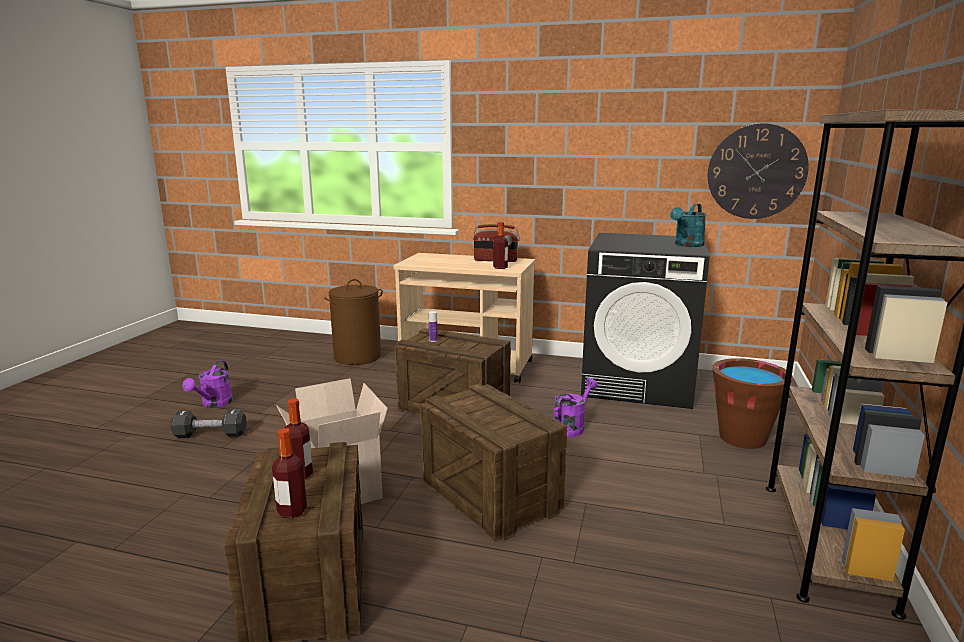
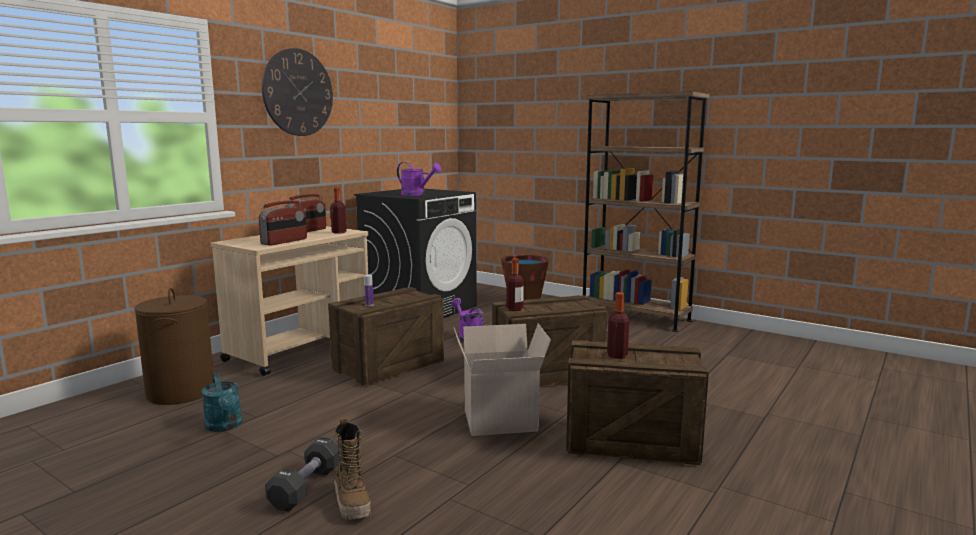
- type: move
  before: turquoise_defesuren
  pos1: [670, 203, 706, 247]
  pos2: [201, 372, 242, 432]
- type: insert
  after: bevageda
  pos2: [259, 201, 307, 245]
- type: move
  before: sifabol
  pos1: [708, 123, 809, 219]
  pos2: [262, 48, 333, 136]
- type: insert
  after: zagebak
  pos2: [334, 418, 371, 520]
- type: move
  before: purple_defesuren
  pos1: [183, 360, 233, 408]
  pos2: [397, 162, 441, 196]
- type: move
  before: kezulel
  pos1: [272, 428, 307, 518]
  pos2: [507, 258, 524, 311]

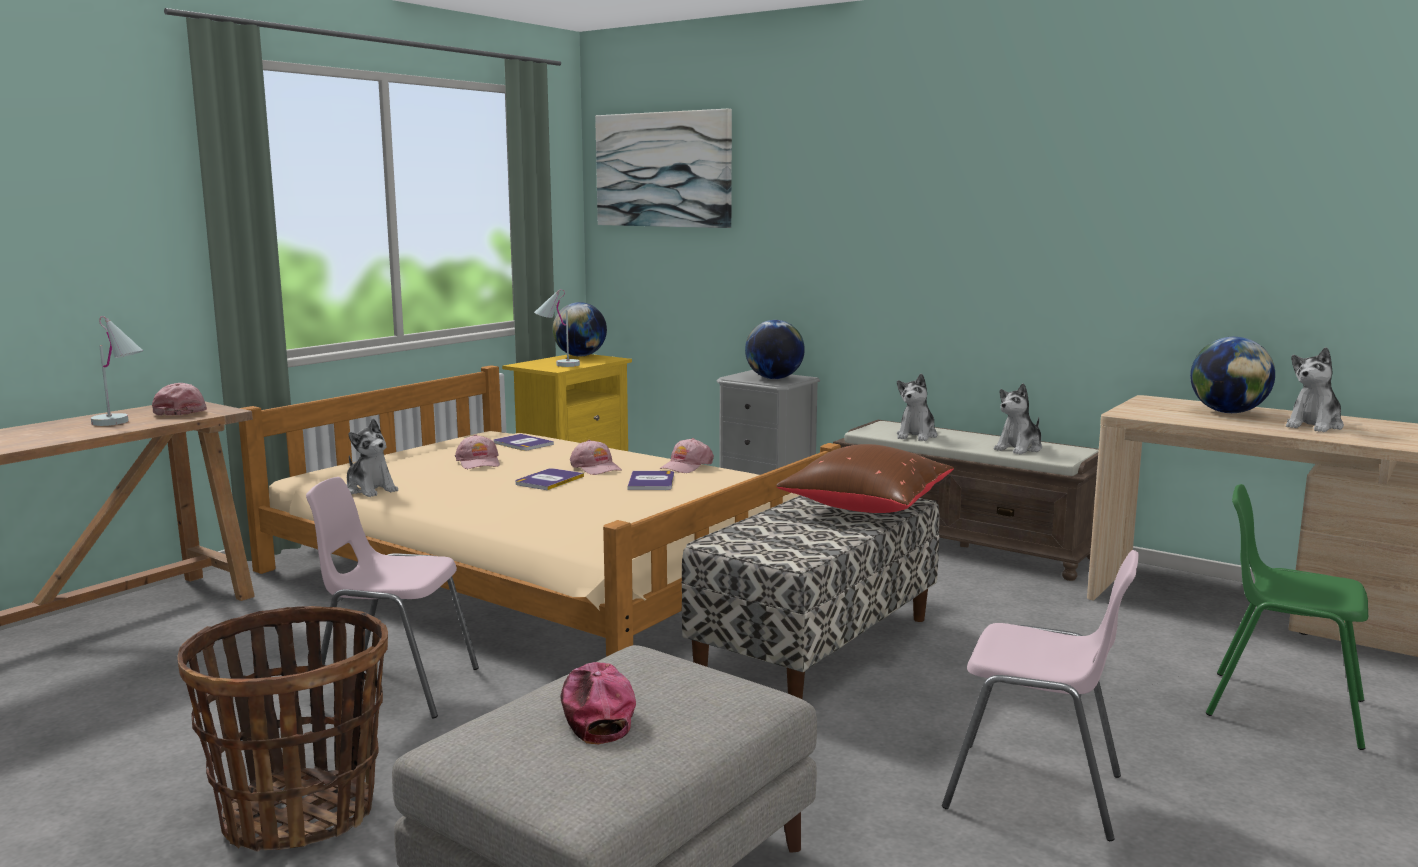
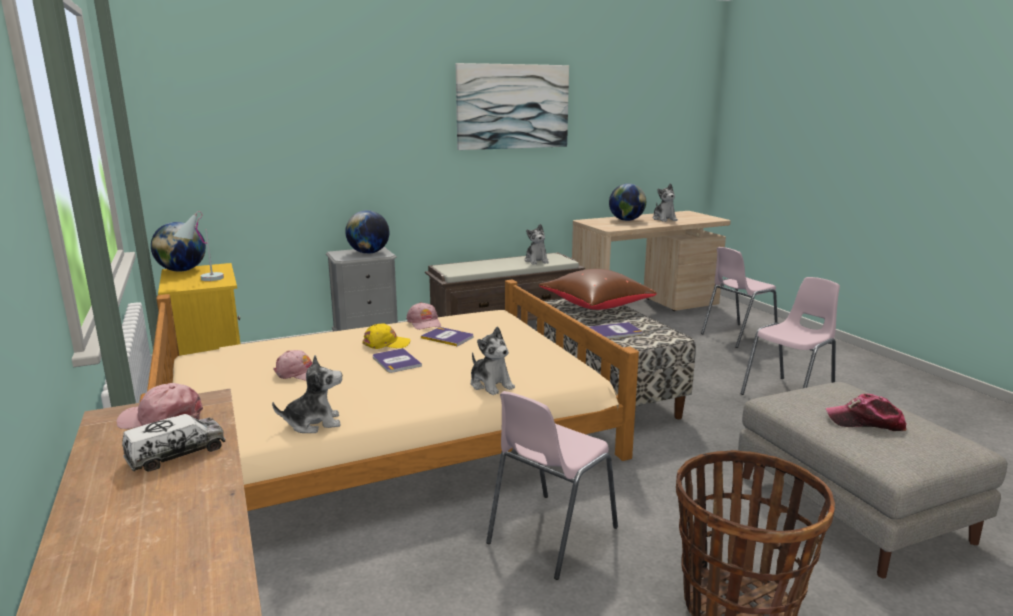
- type: replace
  before: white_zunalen
  after: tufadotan
  pos1: [91, 316, 143, 426]
  pos2: [122, 414, 225, 472]
- type: recolor
  before: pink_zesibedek
  after: yellow_zesibedek
  pos1: [570, 440, 622, 475]
  pos2: [362, 323, 410, 349]
- type: move
  before: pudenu
  pos1: [595, 109, 732, 228]
  pos2: [456, 63, 569, 150]
- type: move
  before: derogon
  pos1: [897, 374, 937, 441]
  pos2: [471, 326, 515, 395]
- type: move
  before: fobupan
  pos1: [494, 434, 554, 451]
  pos2: [589, 322, 643, 339]
- type: recolor
  before: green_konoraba
  after: pink_konoraba
  pos1: [1206, 484, 1368, 750]
  pos2: [701, 247, 778, 348]

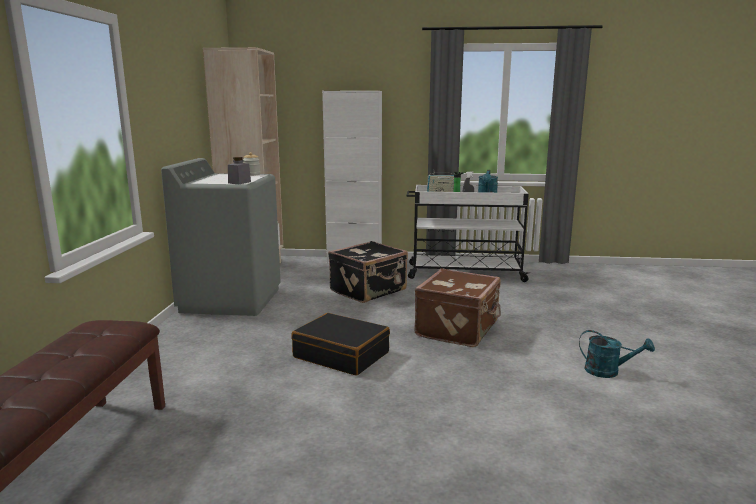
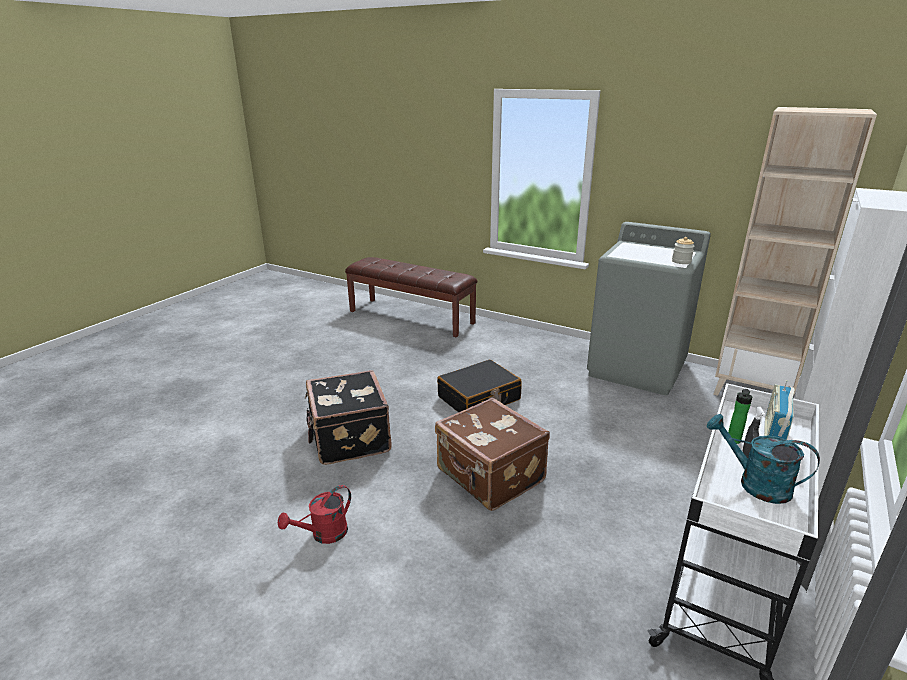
- type: recolor
  before: turquoise_defesuren
  after: red_defesuren
  pos1: [579, 330, 655, 378]
  pos2: [278, 485, 351, 544]
- type: move
  before: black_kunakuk
  pos1: [328, 241, 408, 303]
  pos2: [305, 370, 391, 465]
- type: delete
  before: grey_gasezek
  pos1: [228, 157, 251, 184]

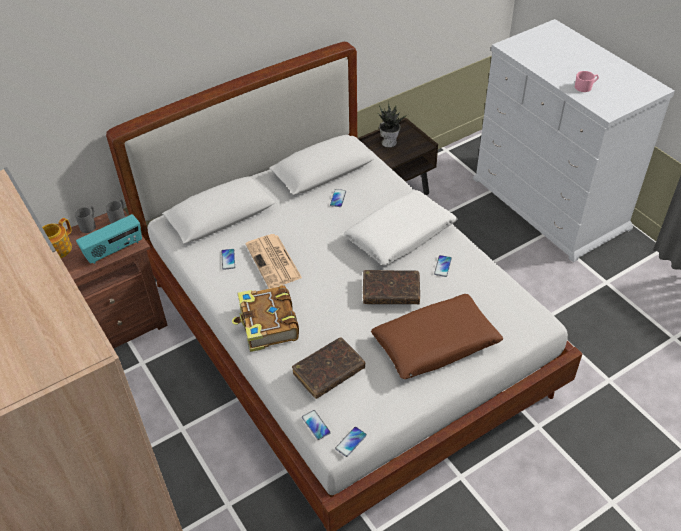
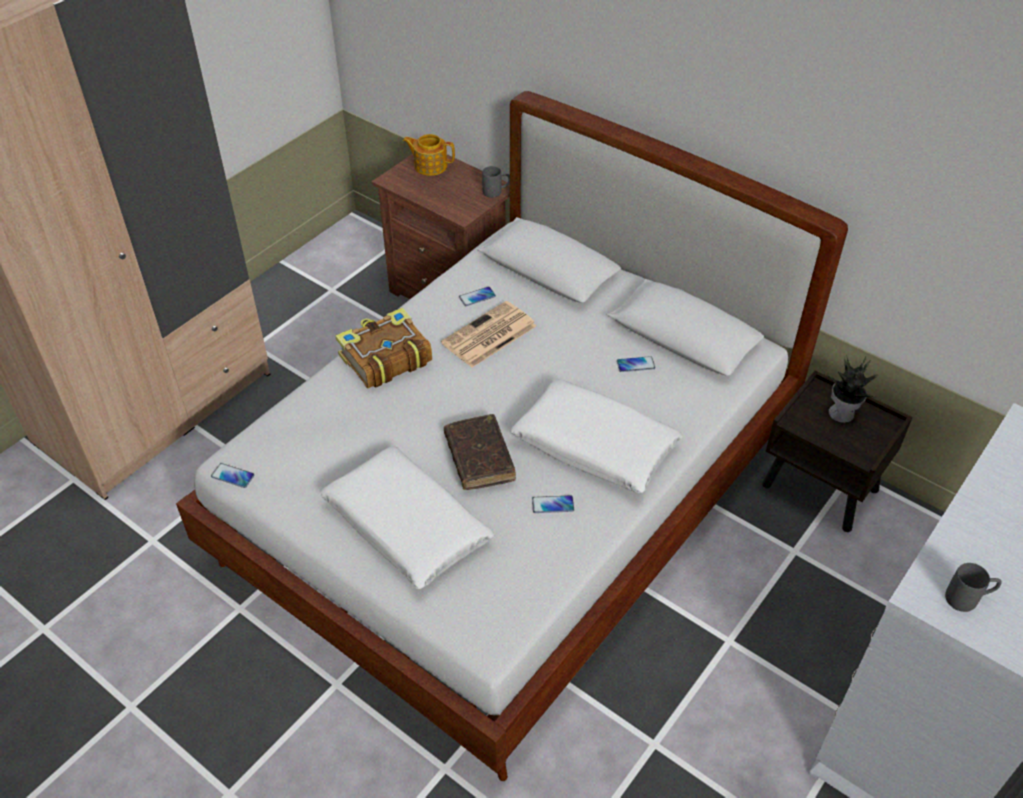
- type: recolor
  before: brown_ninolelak
  after: white_ninolelak
  pos1: [371, 294, 503, 379]
  pos2: [320, 446, 494, 589]
- type: move
  before: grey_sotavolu
  pos1: [75, 206, 96, 233]
  pos2: [945, 563, 1002, 612]
- type: delete
  before: bevageda
  pos1: [76, 214, 142, 264]
- type: delete
  before: brown_fobupan
  pos1: [292, 338, 365, 399]
- type: delete
  before: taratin
  pos1: [302, 410, 331, 440]
- type: delete
  before: pink_sotavolu
  pos1: [575, 71, 599, 92]

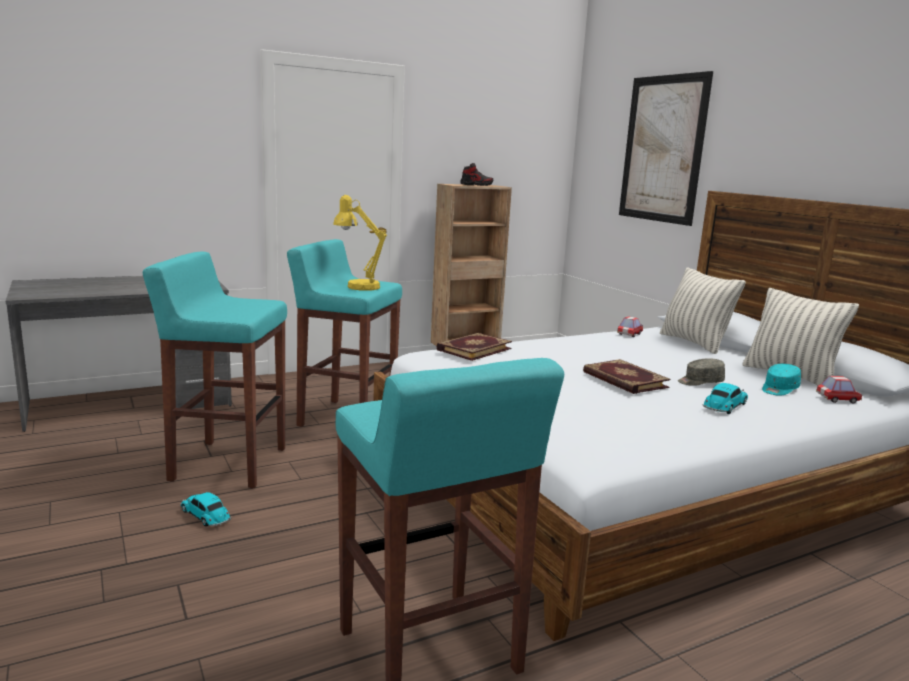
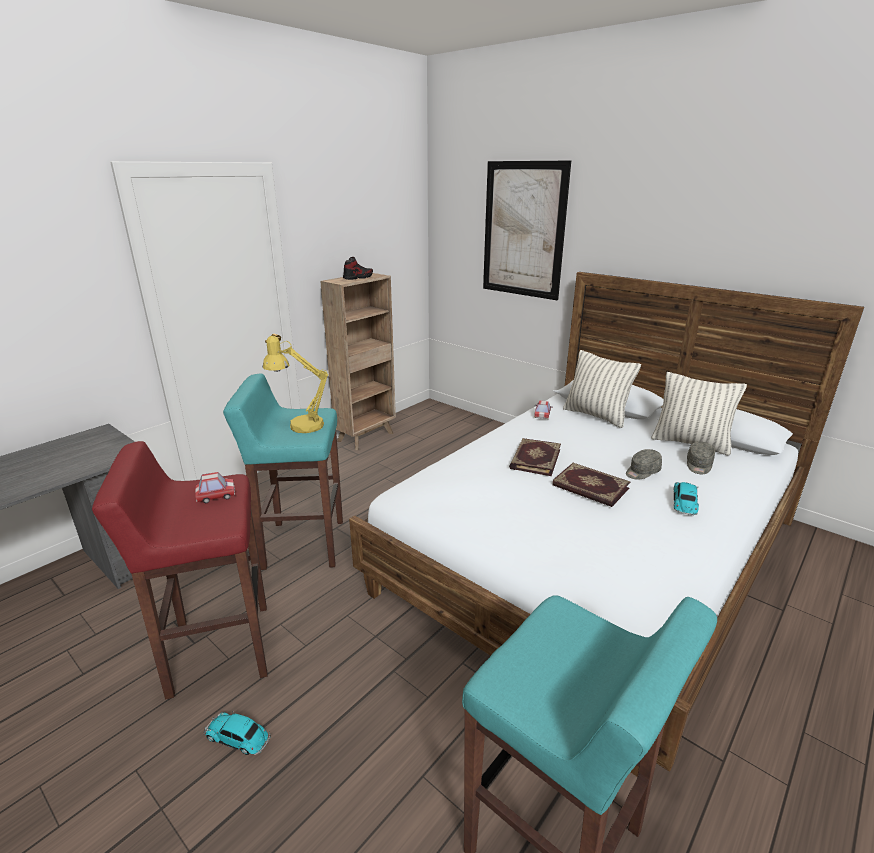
- type: recolor
  before: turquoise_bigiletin
  after: red_bigiletin
  pos1: [143, 251, 287, 488]
  pos2: [92, 441, 267, 700]
- type: move
  before: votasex
  pos1: [816, 376, 862, 403]
  pos2: [195, 472, 235, 503]
- type: move
  before: fobupan
  pos1: [436, 333, 512, 361]
  pos2: [509, 438, 561, 476]
- type: recolor
  before: turquoise_zesibedek
  after: grey_zesibedek
  pos1: [762, 364, 801, 396]
  pos2: [687, 442, 715, 474]

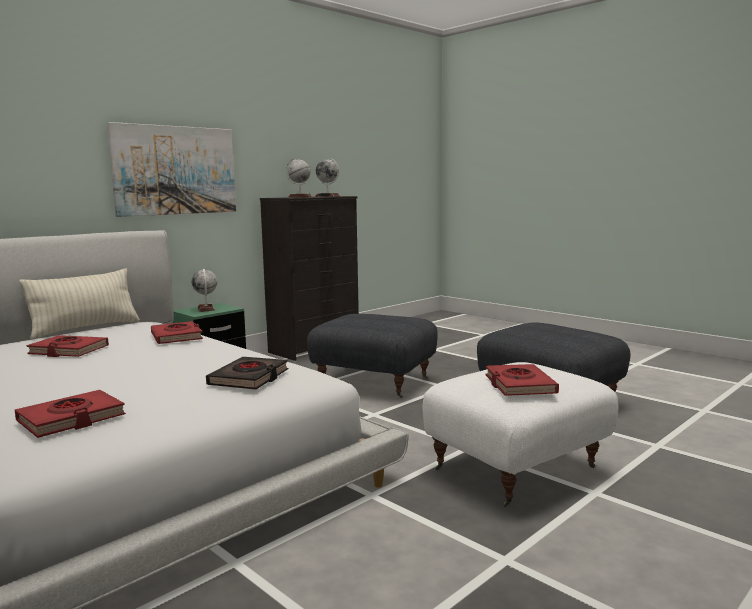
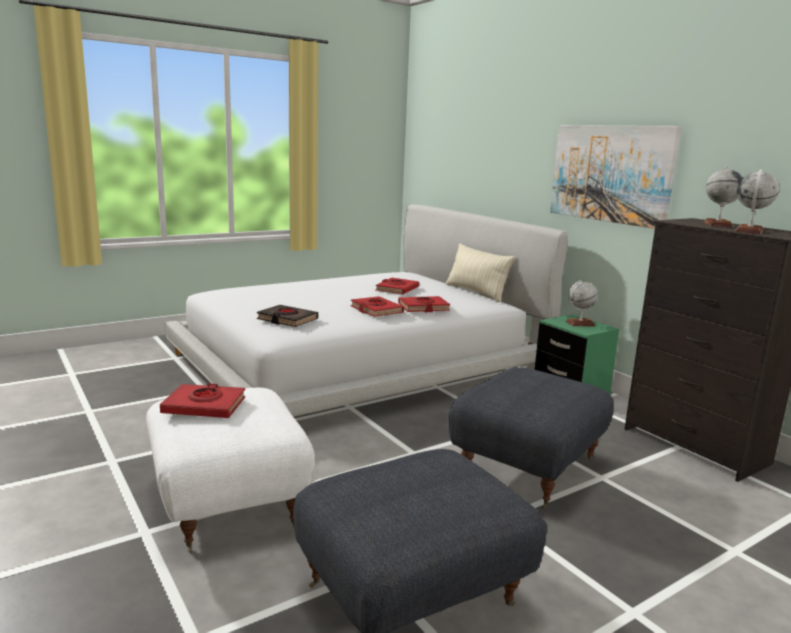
- type: move
  before: red_fobupan
  pos1: [15, 390, 126, 438]
  pos2: [351, 296, 404, 317]

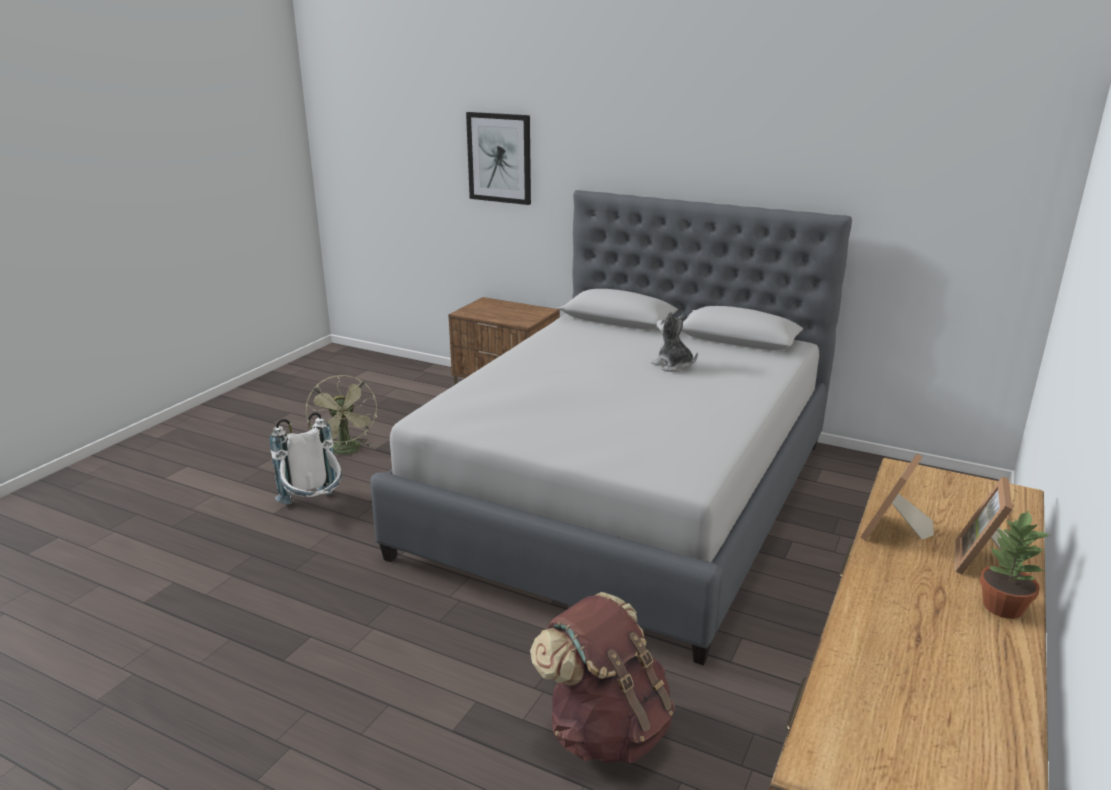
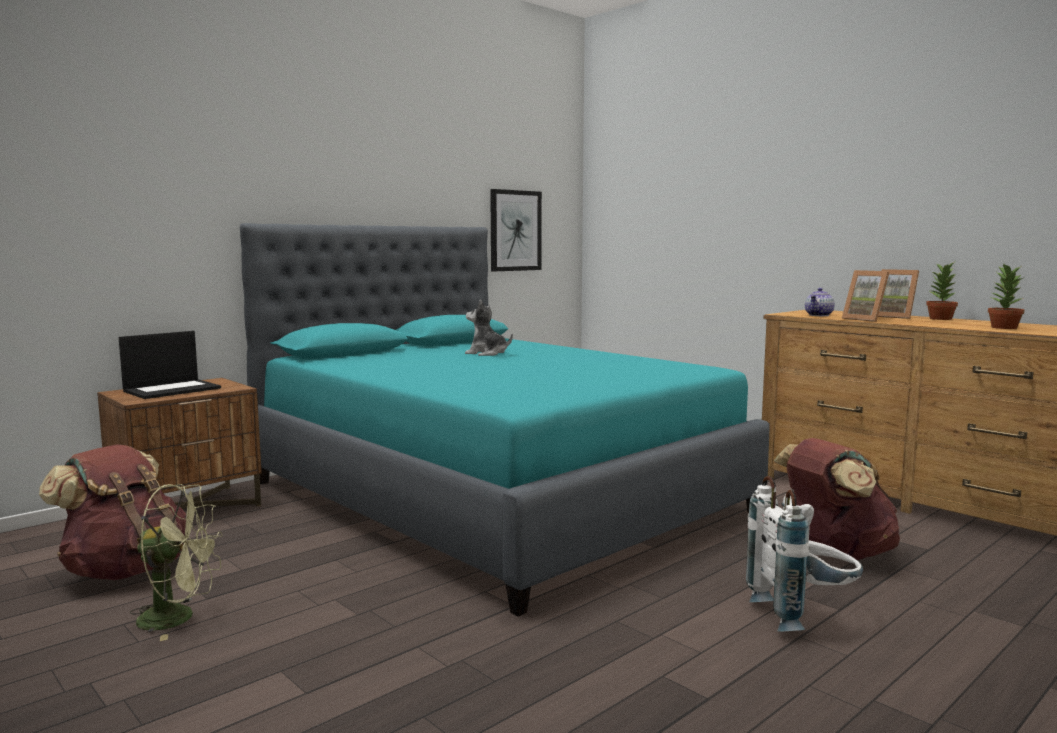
- type: insert
  after: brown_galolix
  pos2: [39, 444, 186, 580]
- type: insert
  after: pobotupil
  pos2: [119, 331, 221, 399]
- type: recolor
  before: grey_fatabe
  after: turquoise_fatabe
  pos1: [370, 190, 852, 666]
  pos2: [240, 223, 770, 616]
- type: rotate
  before: derogon
  pos1: [651, 312, 698, 372]
  pos2: [465, 299, 513, 356]
  turn: 45
- type: move
  before: pudenu
  pos1: [466, 112, 531, 205]
  pos2: [490, 189, 542, 272]
- type: move
  before: white_galolix
  pos1: [270, 412, 342, 505]
  pos2: [746, 476, 863, 632]
- type: insert
  after: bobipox
  pos2: [805, 288, 835, 316]
- type: insert
  after: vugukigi
  pos2: [988, 264, 1025, 329]

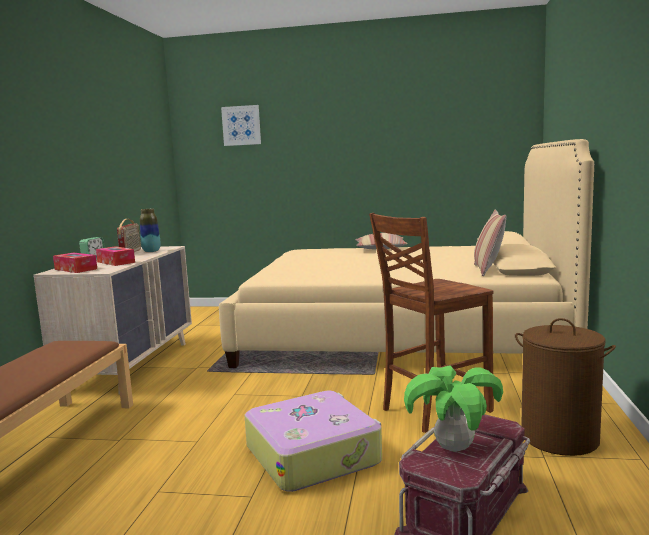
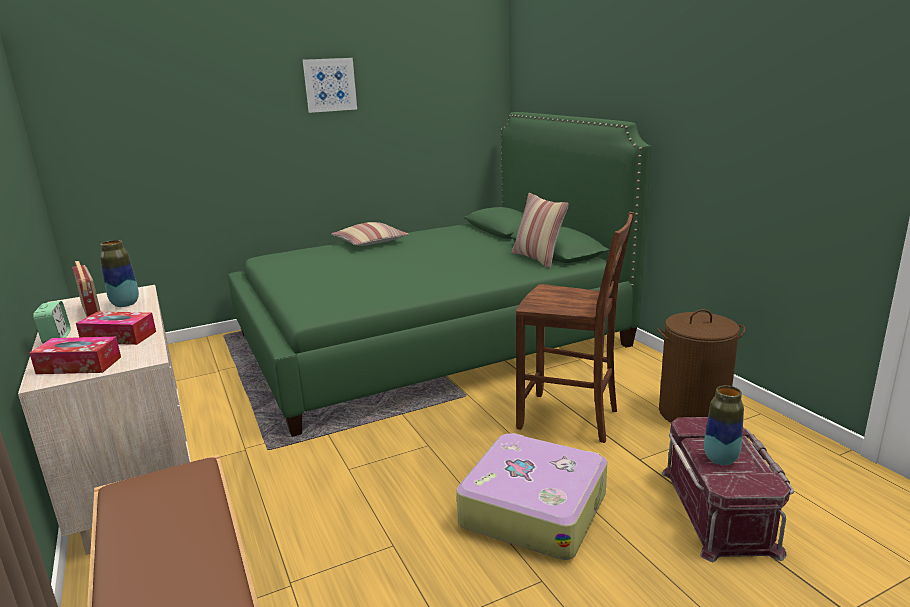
- type: recolor
  before: beige_fatabe
  after: green_fatabe
  pos1: [219, 139, 594, 368]
  pos2: [228, 112, 651, 437]
- type: move
  before: pudenu
  pos1: [221, 105, 261, 146]
  pos2: [303, 58, 357, 113]
- type: rotate
  before: brown_konoraba
  pos1: [369, 213, 494, 433]
  pos2: [516, 212, 634, 443]
  turn: -90
- type: replace
  before: vugukigi
  after: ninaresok
  pos1: [404, 365, 503, 452]
  pos2: [704, 385, 744, 465]

